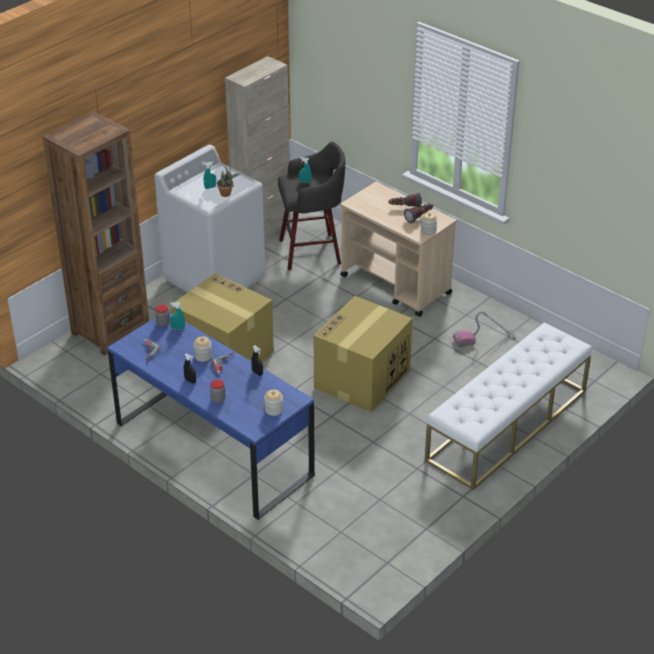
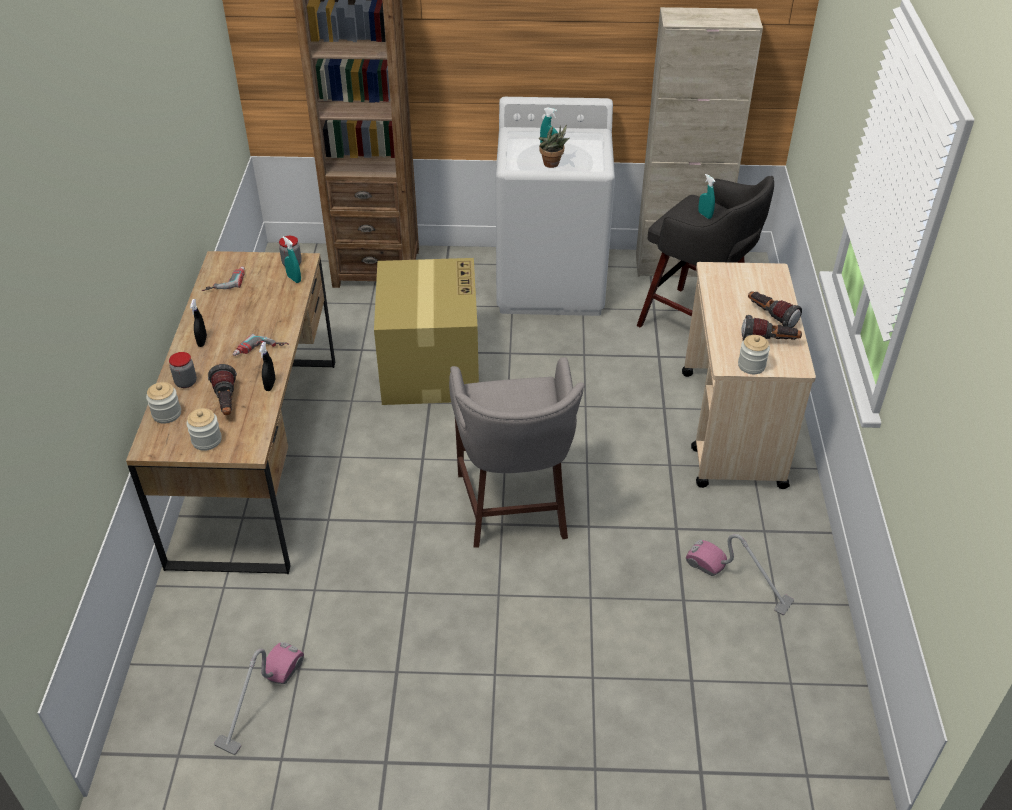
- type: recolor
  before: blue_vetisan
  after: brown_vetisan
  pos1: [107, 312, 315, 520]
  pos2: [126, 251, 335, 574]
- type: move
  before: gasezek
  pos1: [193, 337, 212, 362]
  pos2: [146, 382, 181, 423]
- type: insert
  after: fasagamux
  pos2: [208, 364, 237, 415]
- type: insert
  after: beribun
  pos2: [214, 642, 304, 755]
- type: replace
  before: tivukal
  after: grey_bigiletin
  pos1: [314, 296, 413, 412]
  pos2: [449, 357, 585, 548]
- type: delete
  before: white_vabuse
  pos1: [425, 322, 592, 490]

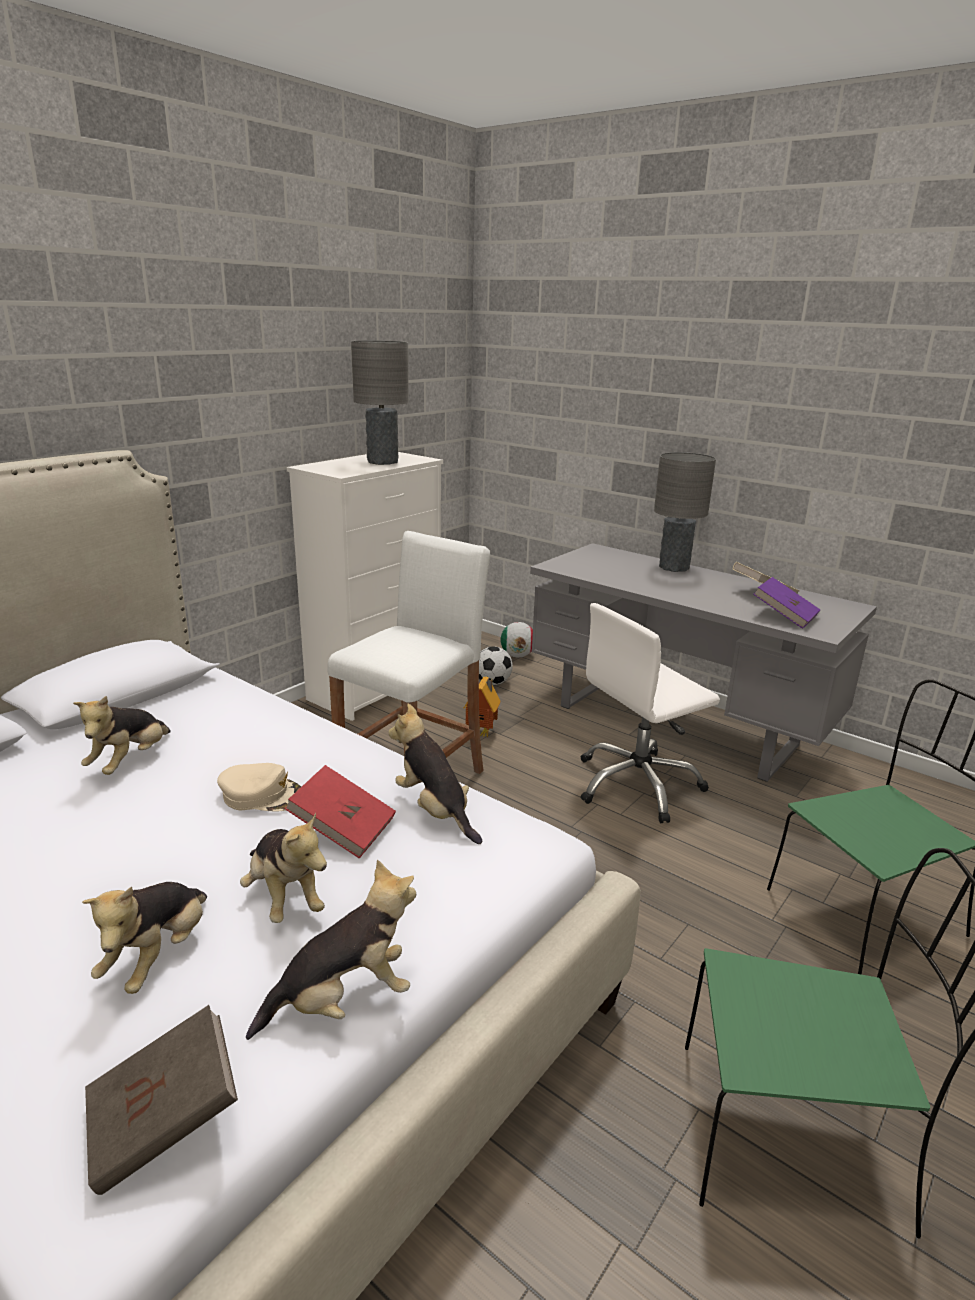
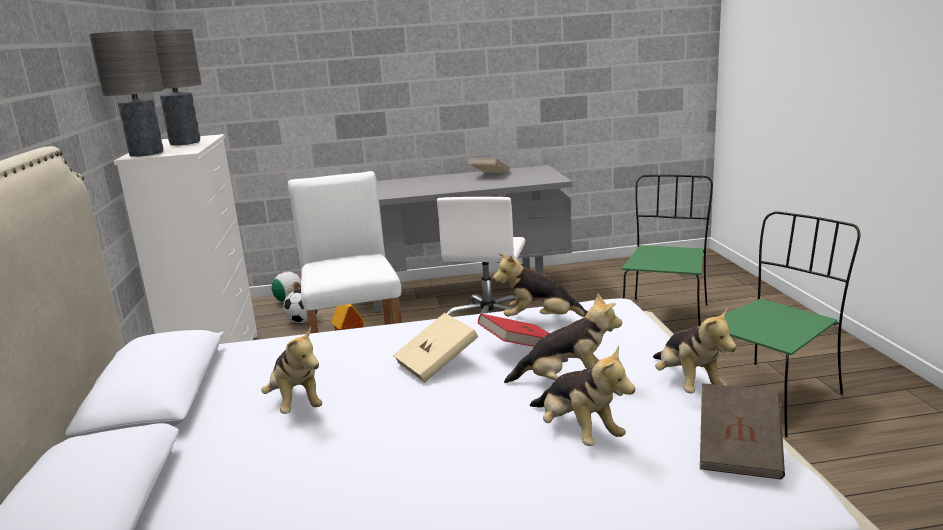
- type: move
  before: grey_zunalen
  pos1: [654, 452, 716, 572]
  pos2: [89, 30, 164, 156]
- type: replace
  before: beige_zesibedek
  after: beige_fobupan
  pos1: [217, 763, 301, 811]
  pos2: [393, 313, 478, 383]
- type: rotate
  before: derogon
  pos1: [246, 860, 416, 1040]
  pos2: [653, 308, 736, 393]
  turn: 150
- type: delete
  before: purple_fobupan
  pos1: [753, 577, 820, 629]

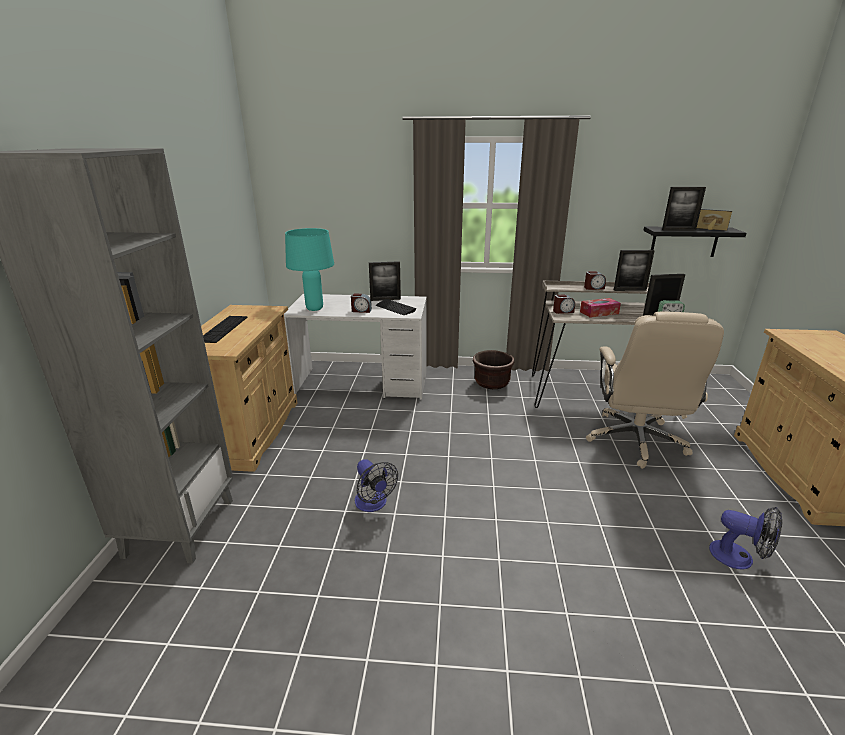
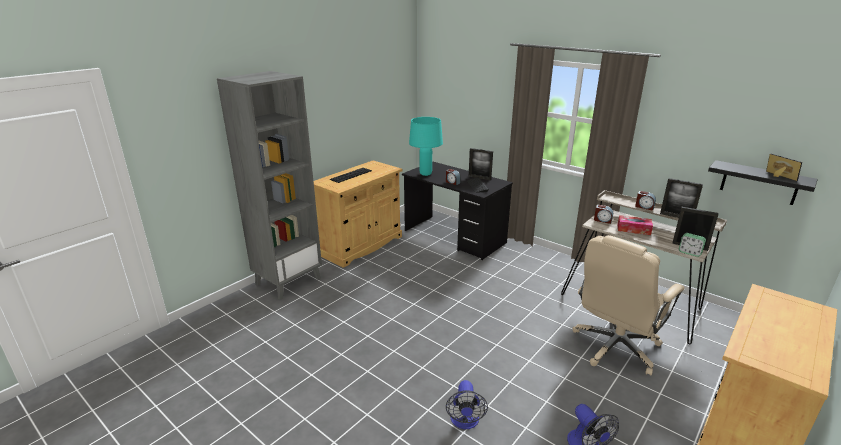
- type: recolor
  before: white_vetisan
  after: black_vetisan
  pos1: [284, 294, 427, 399]
  pos2: [402, 162, 513, 260]
- type: move
  before: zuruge
  pos1: [355, 459, 398, 512]
  pos2: [446, 380, 488, 429]
- type: delete
  before: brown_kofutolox
  pos1: [473, 350, 514, 389]
- type: delete
  before: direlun
  pos1: [662, 187, 706, 230]

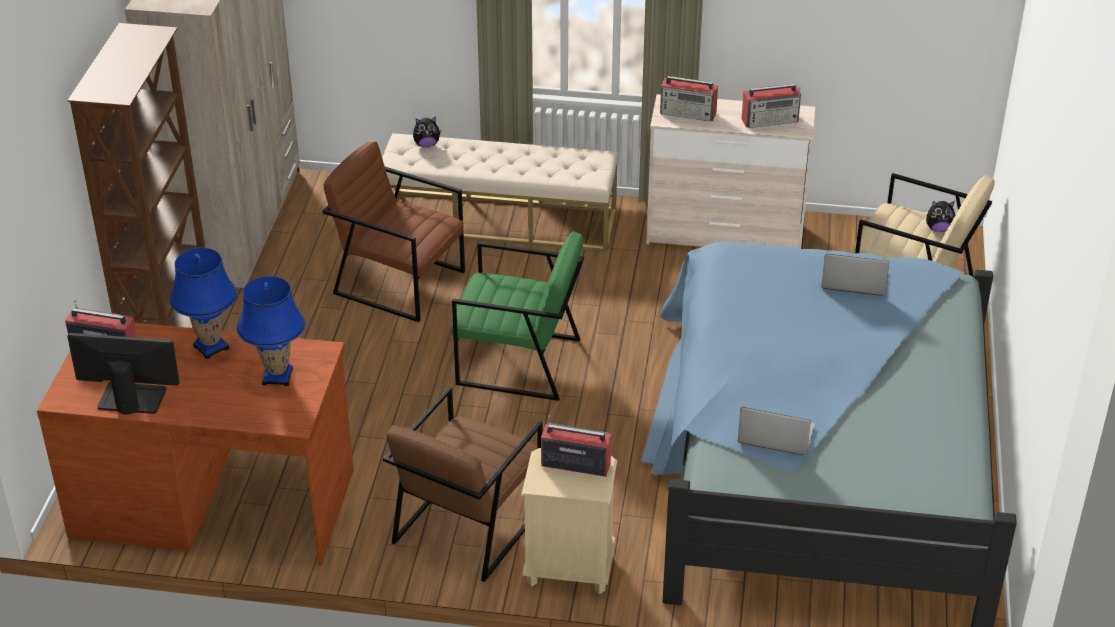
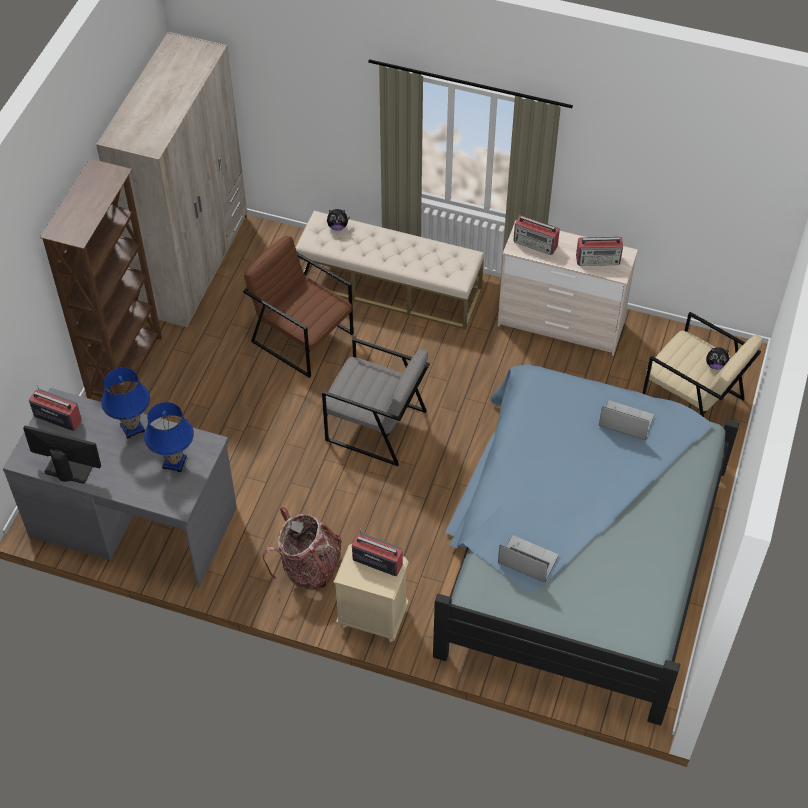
- type: recolor
  before: brown_vetisan
  after: grey_vetisan
  pos1: [37, 323, 354, 565]
  pos2: [3, 388, 237, 587]
- type: replace
  before: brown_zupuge
  after: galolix
  pos1: [383, 387, 543, 582]
  pos2: [262, 507, 342, 590]
- type: recolor
  before: green_zupuge
  after: grey_zupuge
  pos1: [451, 232, 584, 401]
  pos2: [322, 338, 430, 466]

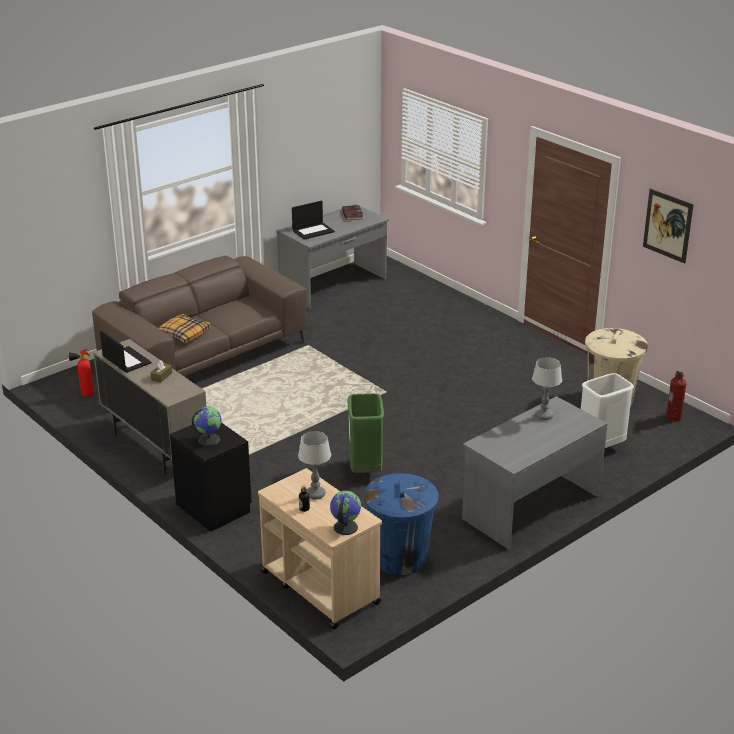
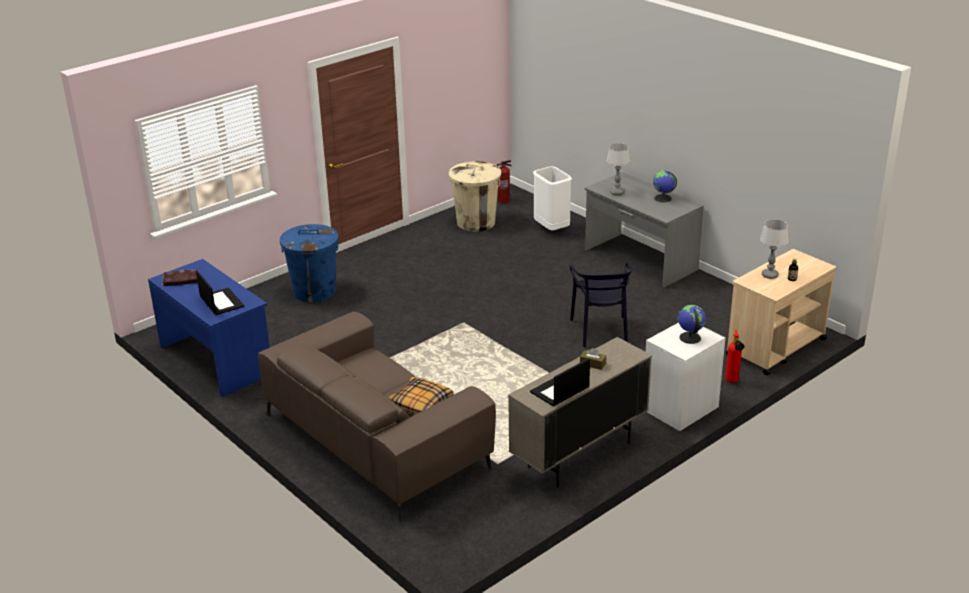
- type: recolor
  before: grey_vetisan
  after: blue_vetisan
  pos1: [277, 204, 389, 309]
  pos2: [148, 259, 270, 397]
- type: move
  before: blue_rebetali
  pos1: [364, 473, 439, 575]
  pos2: [280, 224, 338, 302]
- type: replace
  before: green_rebetali
  after: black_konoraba
  pos1: [347, 393, 384, 473]
  pos2: [569, 262, 633, 347]
- type: recolor
  before: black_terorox
  after: white_terorox
  pos1: [170, 422, 252, 532]
  pos2: [646, 322, 725, 431]
- type: move
  before: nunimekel
  pos1: [330, 491, 361, 535]
  pos2: [653, 170, 677, 202]
- type: move
  before: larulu
  pos1: [69, 349, 94, 397]
  pos2: [725, 329, 744, 383]
- type: delete
  before: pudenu
  pos1: [643, 188, 694, 264]

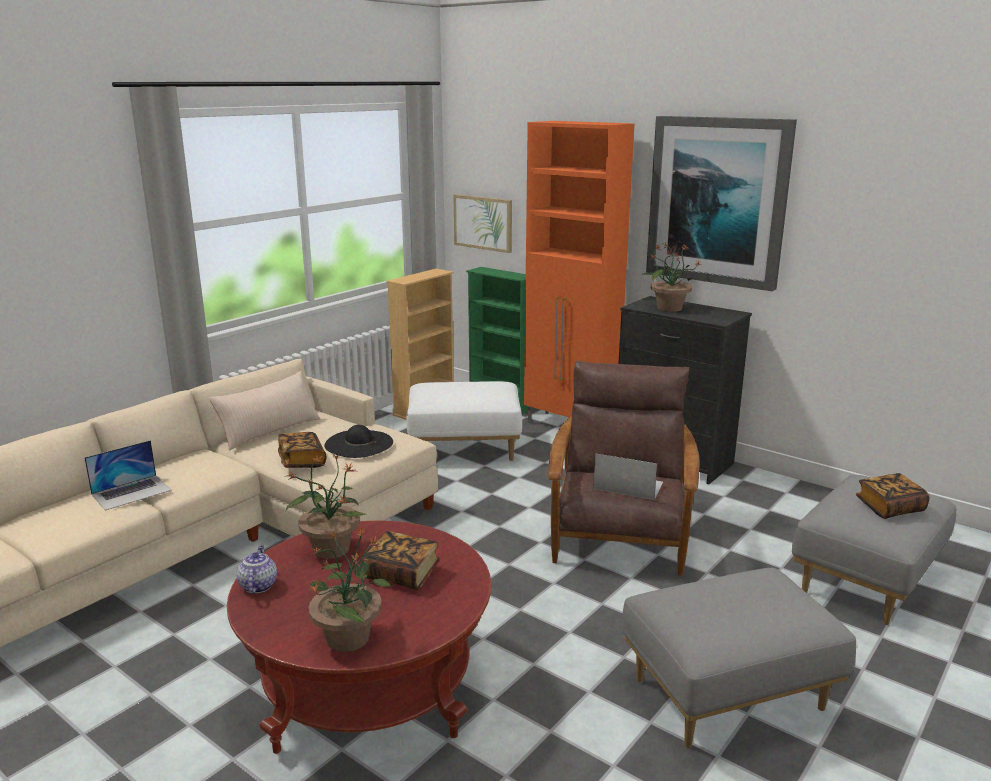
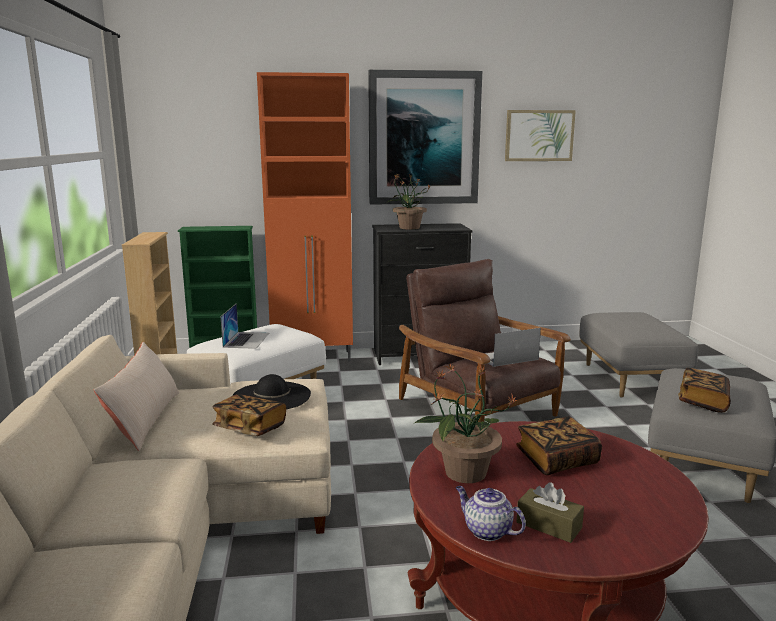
- type: move
  before: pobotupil
  pos1: [84, 440, 172, 511]
  pos2: [220, 303, 269, 349]
- type: move
  before: pudenu
  pos1: [454, 194, 512, 253]
  pos2: [505, 110, 576, 161]
- type: insert
  after: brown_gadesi
  pos2: [517, 482, 584, 543]
- type: move
  before: fobupan
  pos1: [856, 473, 930, 519]
  pos2: [678, 368, 731, 413]
- type: delete
  before: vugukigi
  pos1: [309, 528, 391, 652]

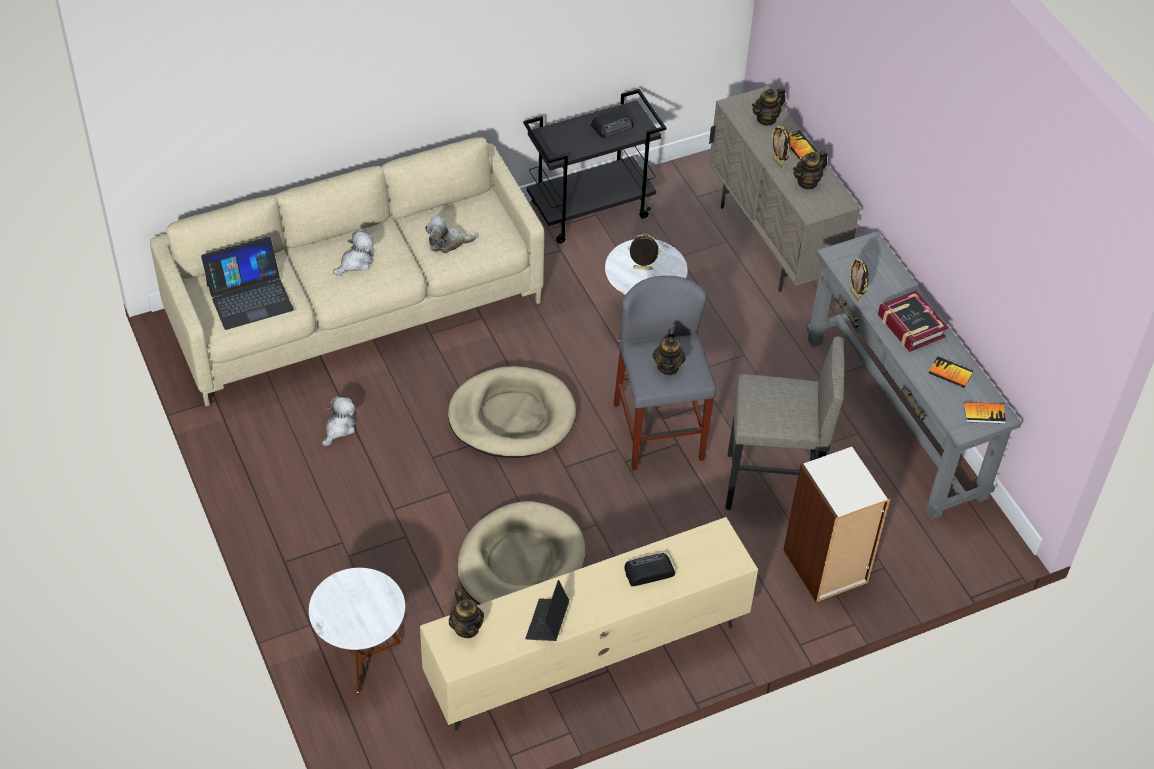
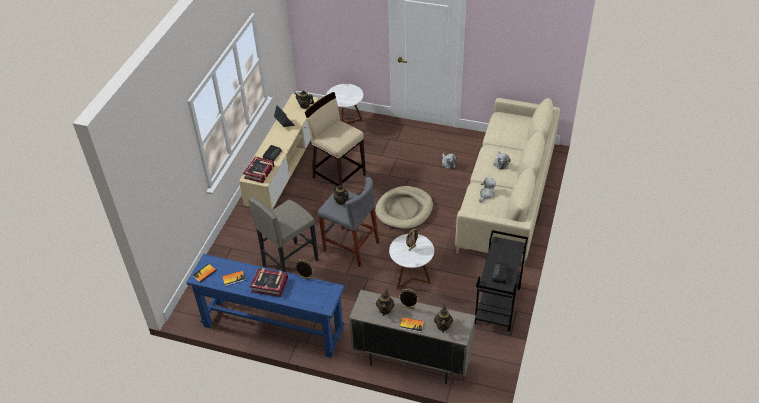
- type: recolor
  before: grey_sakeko
  after: blue_sakeko
  pos1: [807, 232, 1022, 520]
  pos2: [186, 254, 345, 358]
- type: insert
  after: fobupan
  pos2: [243, 157, 274, 183]
- type: replace
  before: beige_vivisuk
  after: beige_bigiletin
  pos1: [457, 501, 585, 605]
  pos2: [305, 92, 366, 186]
- type: delete
  before: pobotupil
  pos1: [201, 237, 294, 330]
- type: delete
  before: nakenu
  pos1: [783, 445, 891, 602]

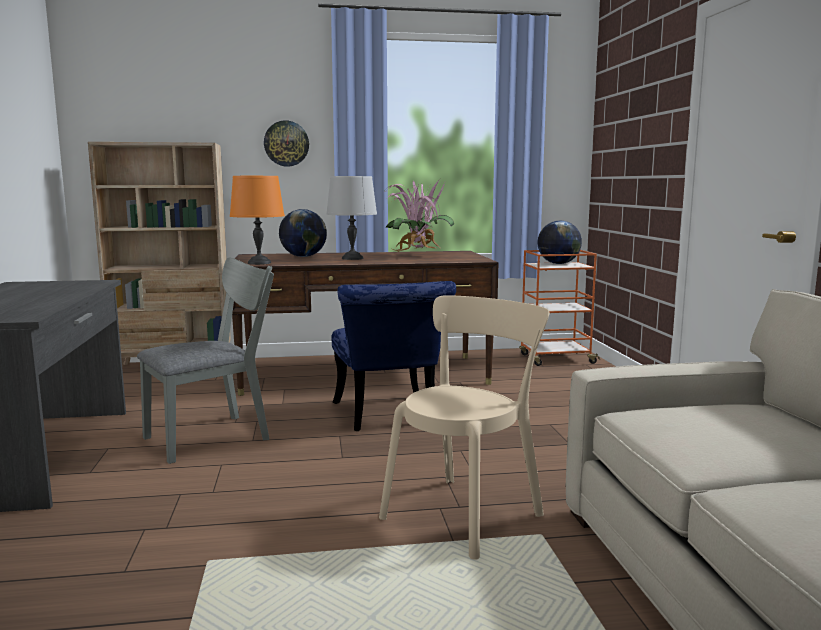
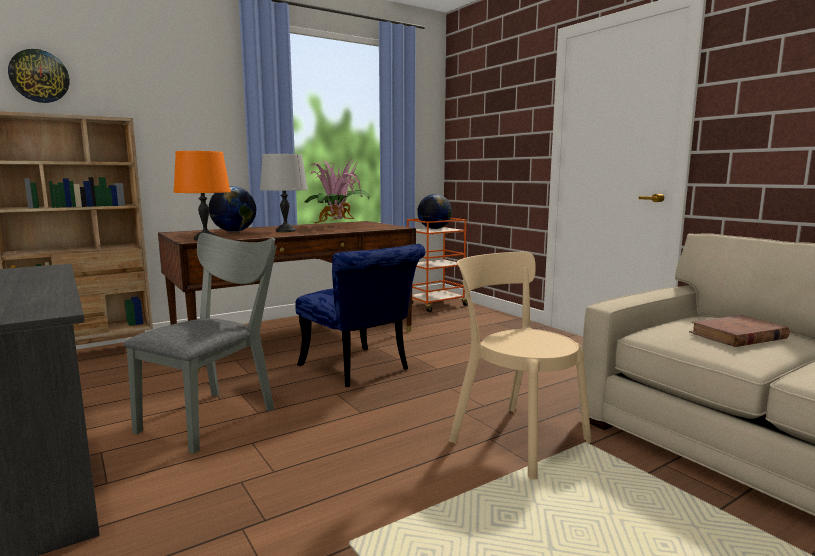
- type: move
  before: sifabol
  pos1: [264, 120, 309, 167]
  pos2: [8, 49, 70, 103]
- type: rotate
  before: beige_konoraba
  pos1: [379, 295, 550, 560]
  pos2: [449, 252, 591, 480]
  turn: -60
- type: insert
  after: brown_fobupan
  pos2: [689, 315, 790, 347]

